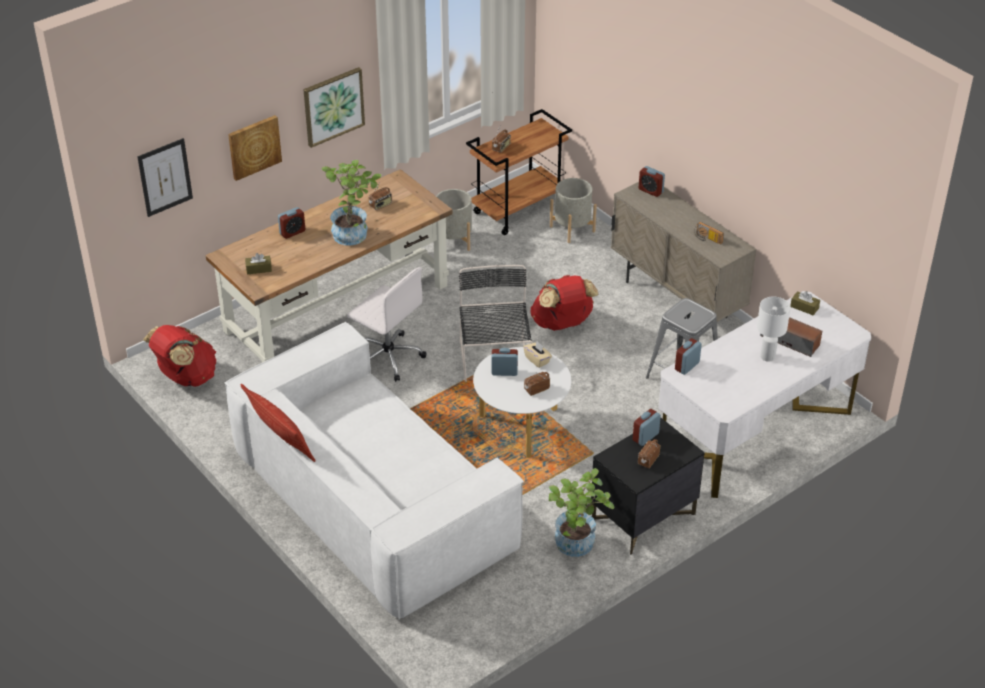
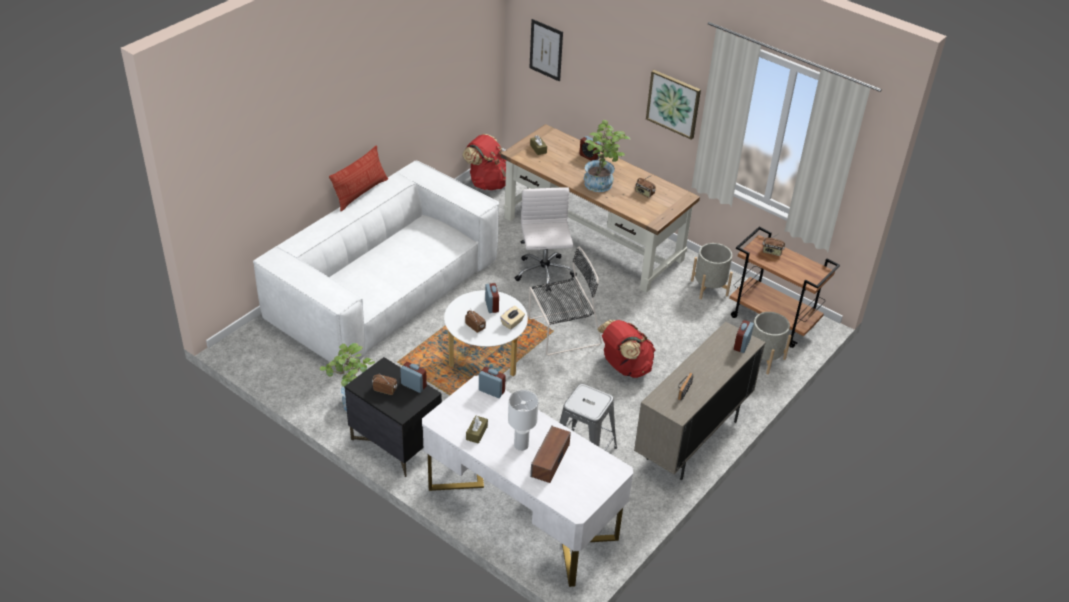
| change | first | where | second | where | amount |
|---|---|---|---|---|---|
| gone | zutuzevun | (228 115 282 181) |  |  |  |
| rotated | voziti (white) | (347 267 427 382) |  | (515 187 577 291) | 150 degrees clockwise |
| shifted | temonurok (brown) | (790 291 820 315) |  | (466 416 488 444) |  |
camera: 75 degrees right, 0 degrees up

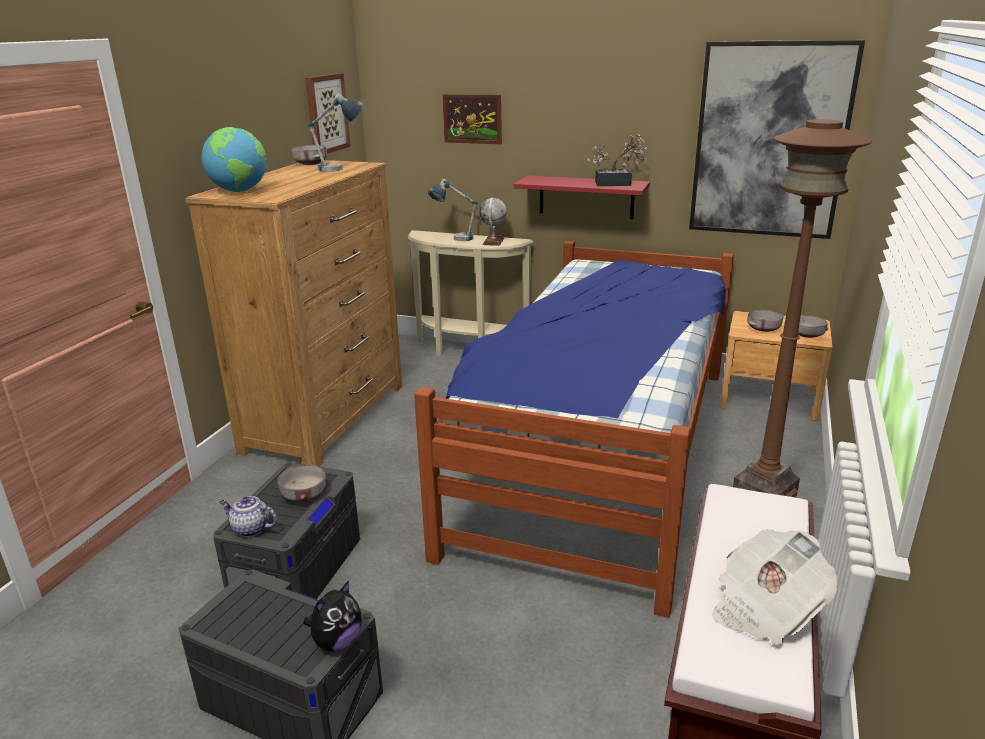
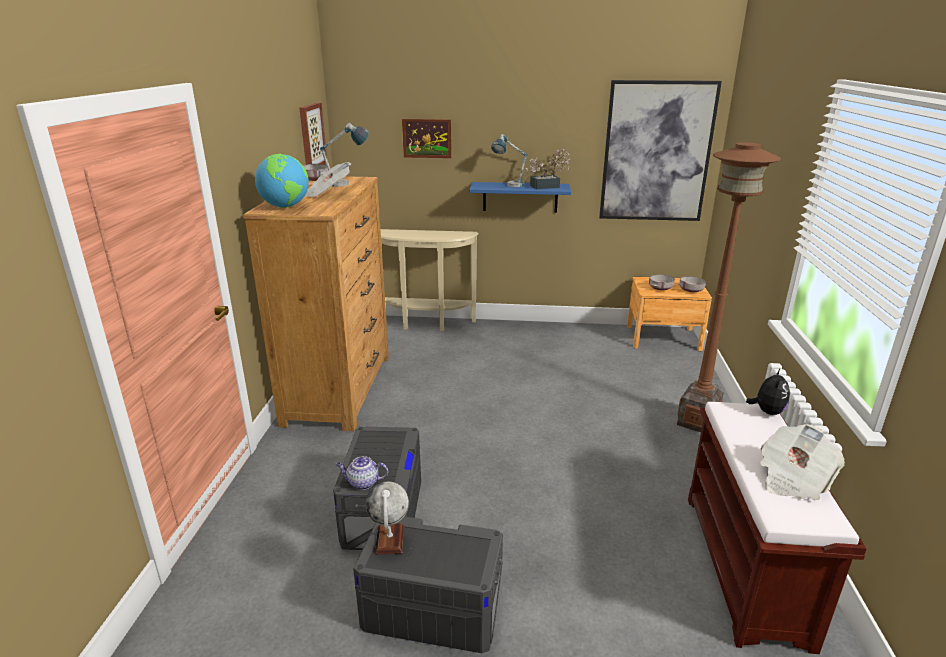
| change | first | where | second | where | amount |
|---|---|---|---|---|---|
| repainted | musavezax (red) | (514 175 650 219) | musavezax (blue) | (469 182 571 213) |  |
| shifted | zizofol | (428 179 478 241) |  | (491 134 527 187) |  |
| shifted | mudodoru | (479 198 507 246) |  | (366 482 409 555) |  |
| gone | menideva | (414 241 734 618) |  |  |  |
| gone | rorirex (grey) | (278 465 326 502) |  |  |  |
| shifted | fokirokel | (303 581 362 651) |  | (746 369 790 415) |  |
| new |  |  | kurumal | (304 162 351 197) |  |
camera: 15 degrees left, 0 degrees up

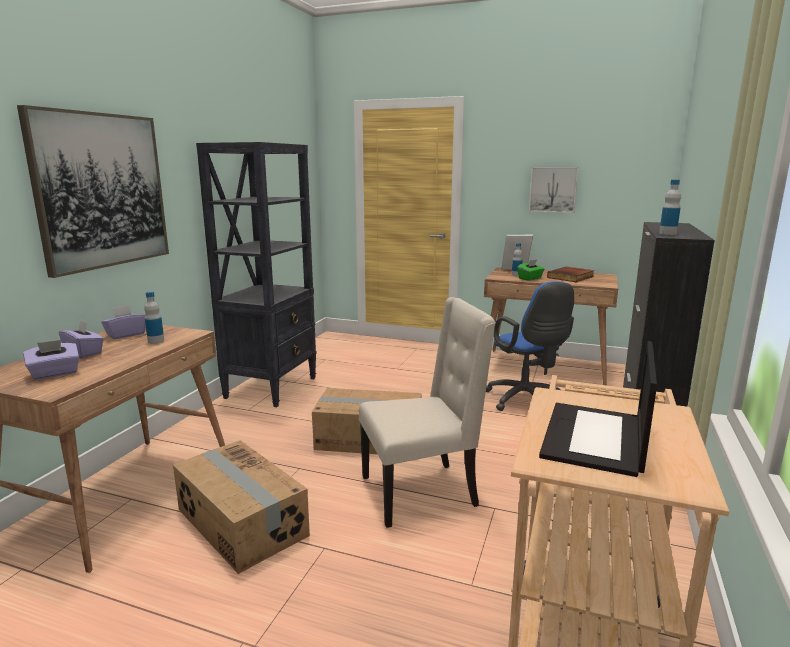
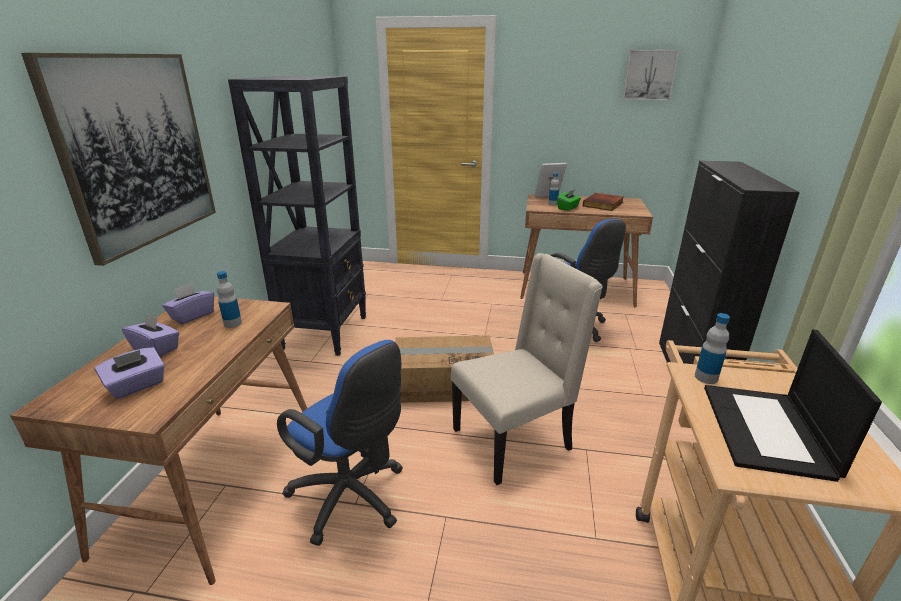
| change | first | where | second | where | amount |
|---|---|---|---|---|---|
| shifted | zutuzevun | (529 167 578 213) |  | (622 50 679 100) |  |
| shifted | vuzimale | (659 180 681 235) |  | (695 313 730 384) |  |
| swapped | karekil | (173 440 310 574) | voziti (blue) | (277 340 403 546) |  |
camera: 10 degrees left, 10 degrees up

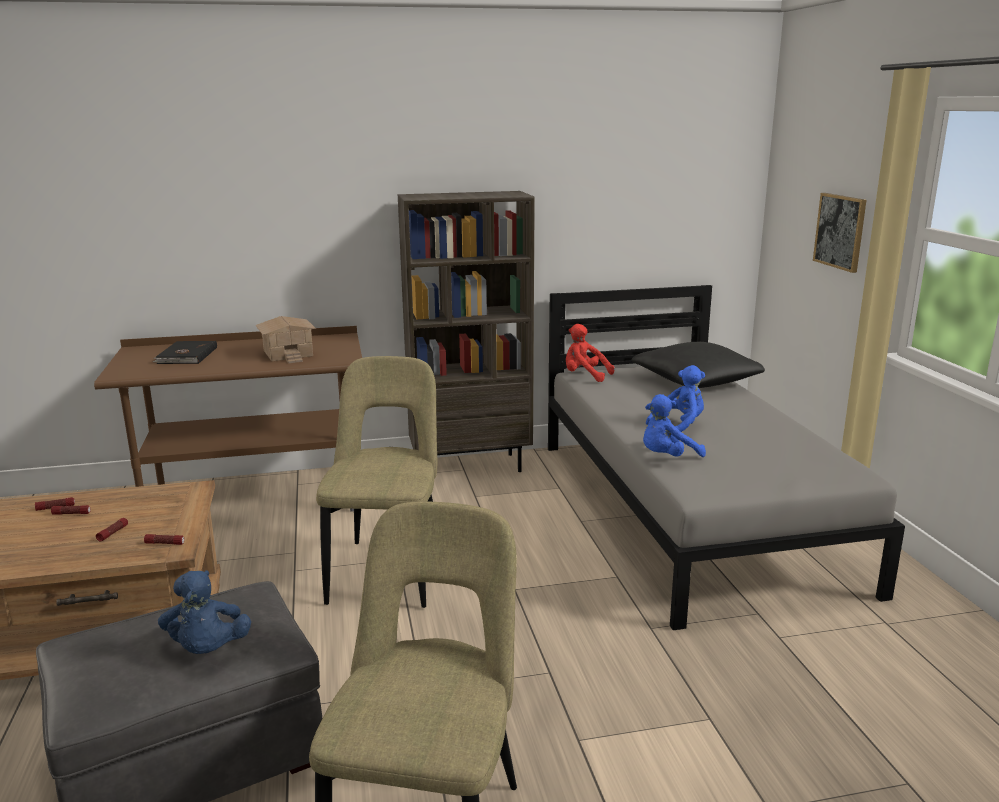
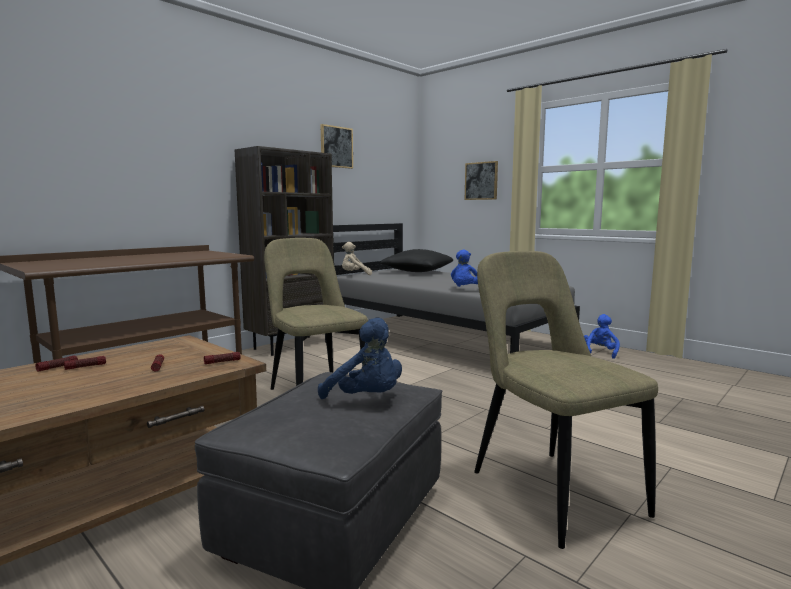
| change | first | where | second | where | amount |
|---|---|---|---|---|---|
| gone | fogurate | (256 316 316 363) |  |  |  |
| repainted | fokirokel (red) | (566 324 614 382) | fokirokel (beige) | (342 242 372 275) |  |
| gone | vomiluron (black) | (153 341 217 364) |  |  |  |
| shifted | fokirokel (blue) | (646 365 705 432) |  | (584 314 620 359) |  |
| new |  |  | zutuzevun | (320 124 353 169) |  |
camera: 35 degrees left, 10 degrees down

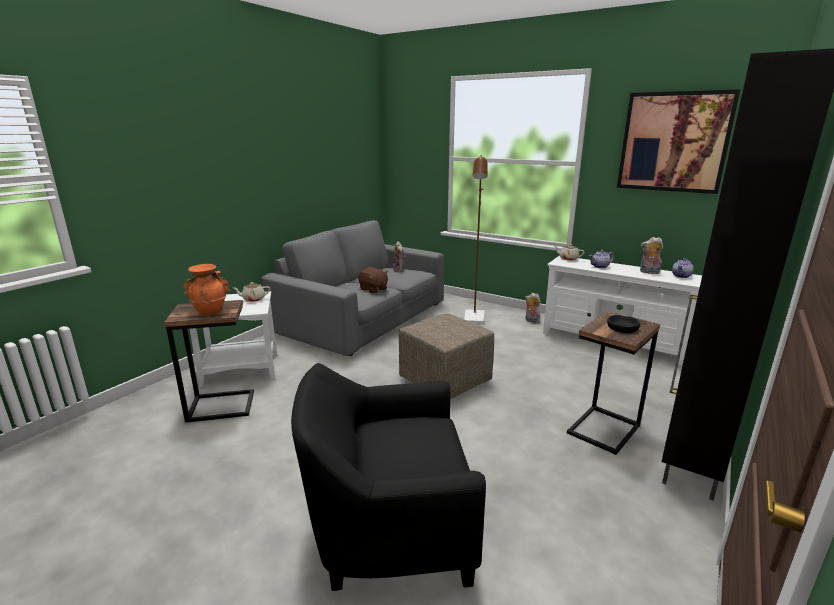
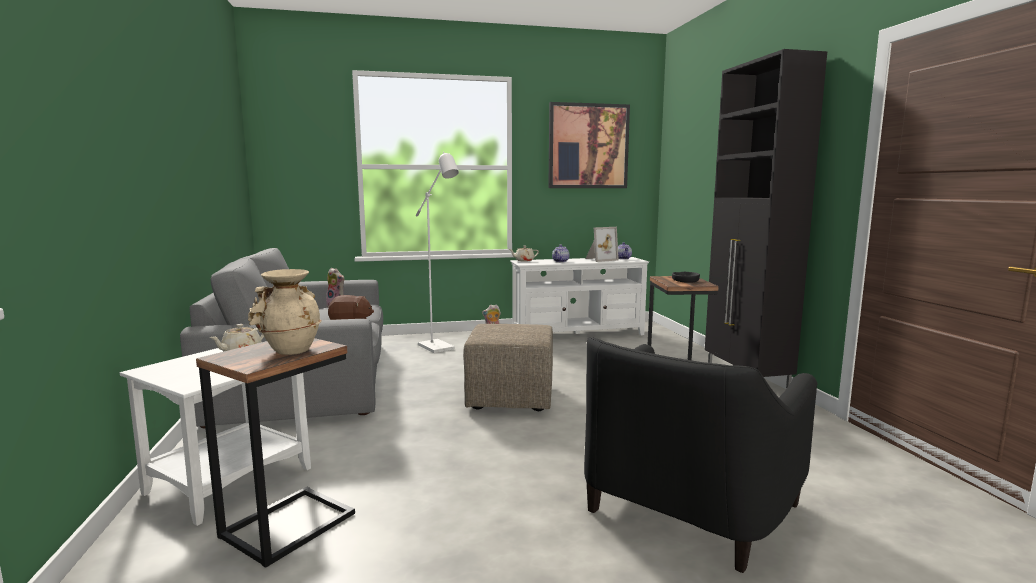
| change | first | where | second | where | amount |
|---|---|---|---|---|---|
| repainted | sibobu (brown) | (464 155 488 324) | sibobu (white) | (416 152 459 353) |  |
| swapped | fokirokel | (640 237 663 274) | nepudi | (585 227 619 262) |  |
| repainted | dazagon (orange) | (183 264 230 316) | dazagon (beige) | (248 269 322 355) |  |
camera: 45 degrees left, 10 degrees down

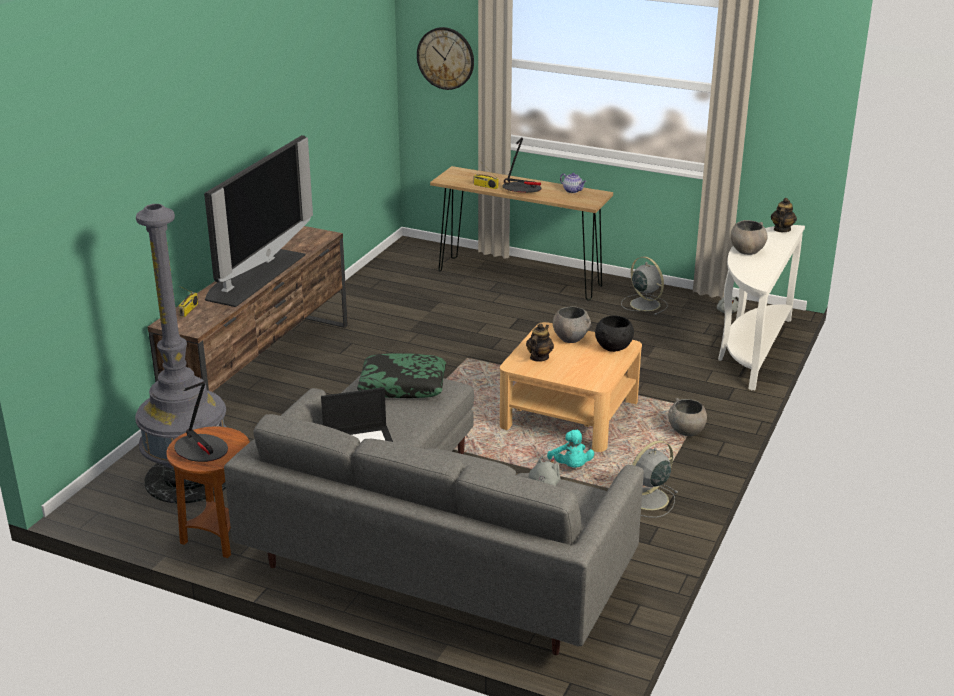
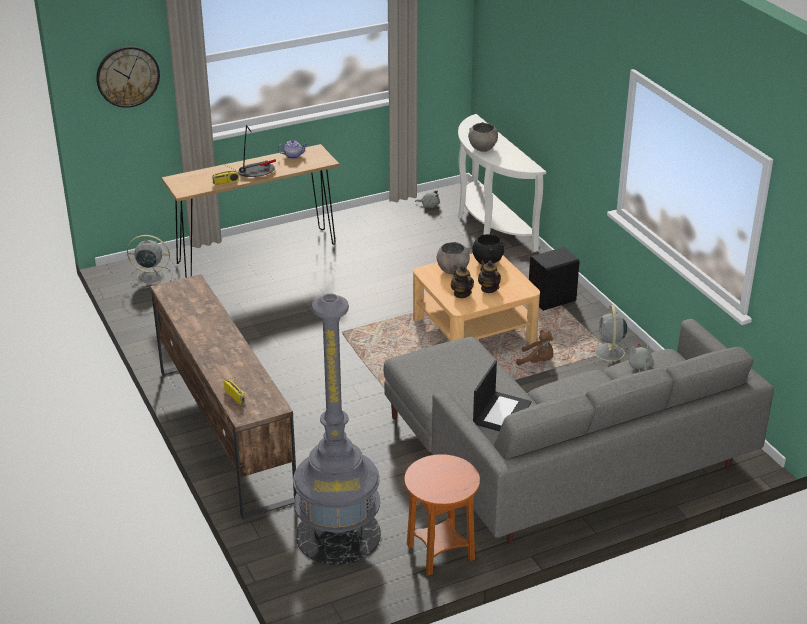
| change | first | where | second | where | amount |
|---|---|---|---|---|---|
| gone | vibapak | (204 135 313 307) |  |  |  |
| shifted | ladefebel | (771 198 797 232) |  | (478 260 501 293) |  |
| shifted | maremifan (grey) | (621 257 668 315) |  | (127 235 172 288) |  |
| gone | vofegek | (357 353 446 398) |  |  |  |
| gone | zizofol | (174 381 228 462) |  |  |  |
| swapped | rorirex (grey) | (668 398 707 436) | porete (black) | (529 247 580 311) |  |
| repainted | fokirokel (turquoise) | (547 429 594 468) | fokirokel (brown) | (516 330 554 365) |  |
camera: 50 degrees left, 5 degrees up

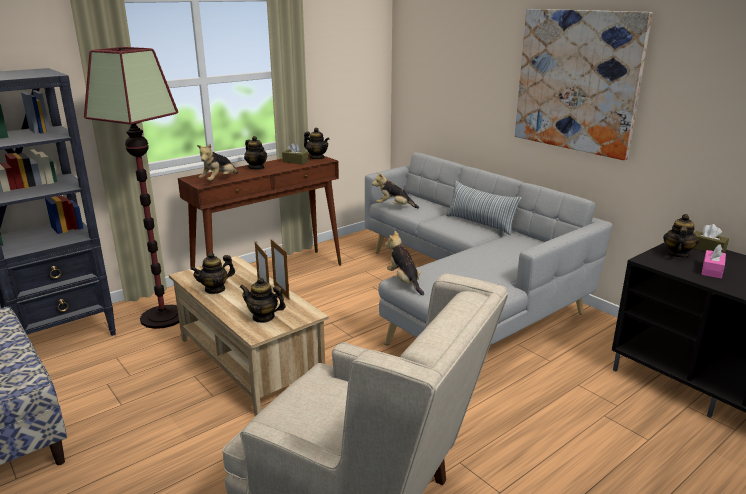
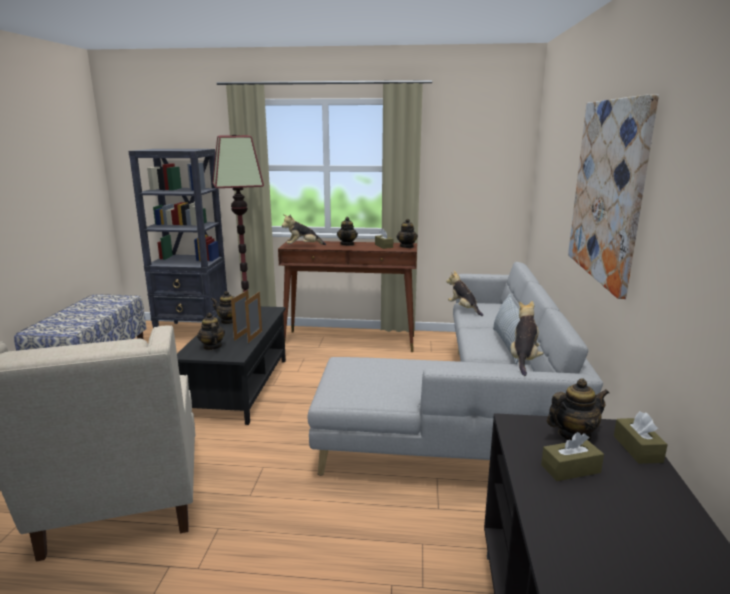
| change | first | where | second | where | amount |
|---|---|---|---|---|---|
| shifted | fokirokel | (385 231 424 295) |  | (510 301 544 376) |  |
| repainted | temonurok (pink) | (701 245 726 278) | temonurok (brown) | (541 432 604 481) |  |
| repainted | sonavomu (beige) | (169 256 329 415) | sonavomu (black) | (177 306 286 425) |  |
camera: 45 degrees right, 5 degrees down

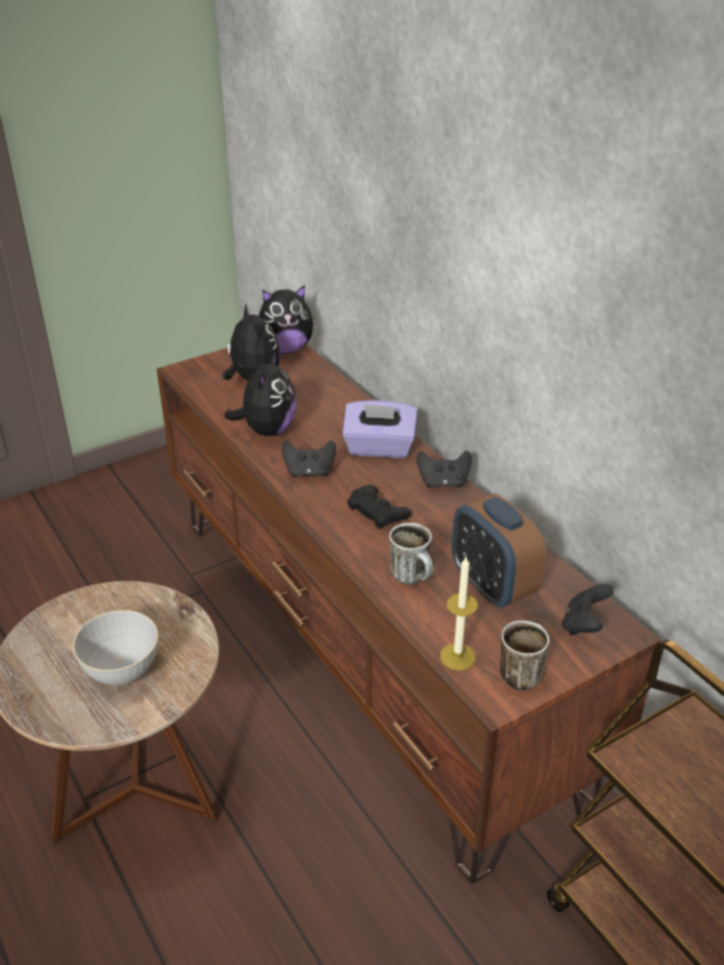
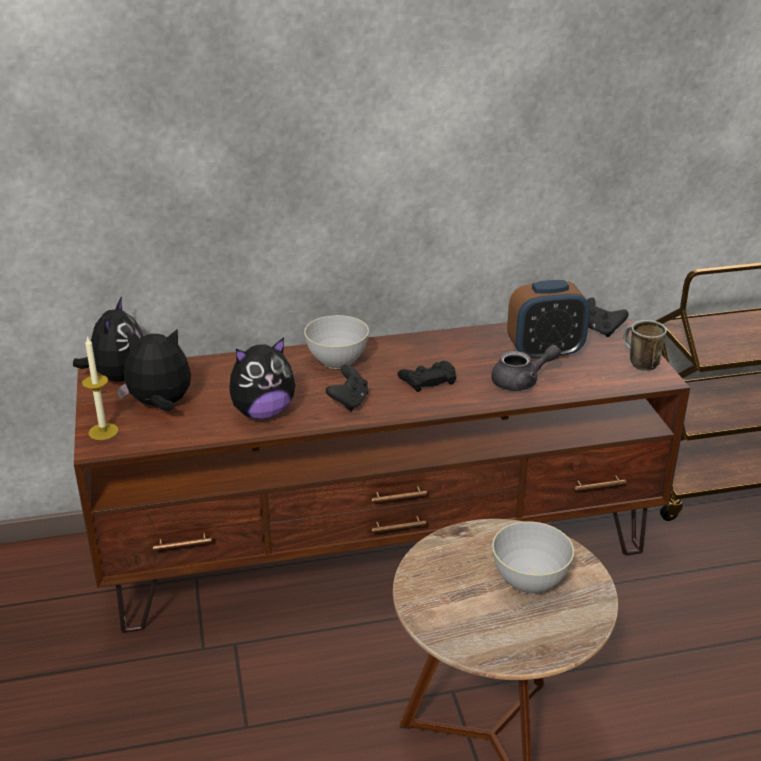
| change | first | where | second | where | amount |
|---|---|---|---|---|---|
| rotated | fokirokel | (224 350 297 436) |  | (229 338 295 419) | 120 degrees clockwise |
| swapped | temonurok (purple) | (342 400 418 458) | rorirex (grey) | (304 315 369 369) |  |
| gone | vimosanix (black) | (417 451 472 488) |  |  |  |
| swapped | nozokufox | (389 523 433 584) | ladefebel (grey) | (491 345 561 391) |  |
| shifted | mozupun | (440 557 478 670) |  | (82 336 118 440) |  |
camera: 70 degrees left, 5 degrees down

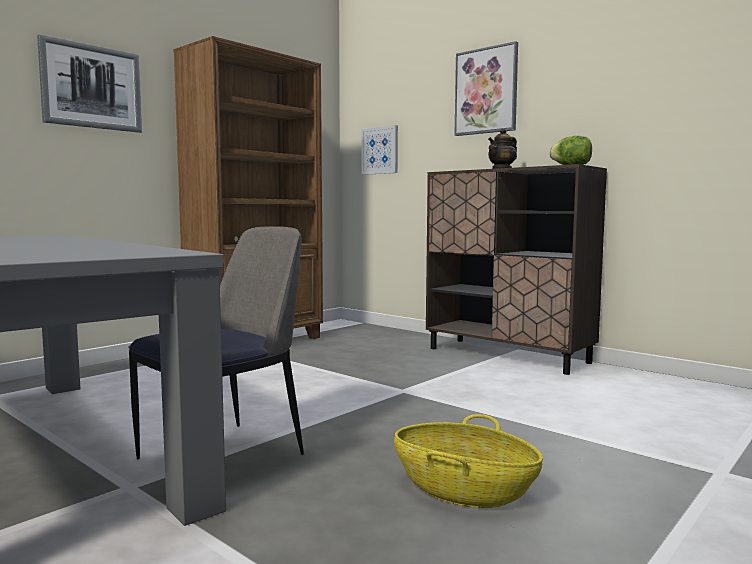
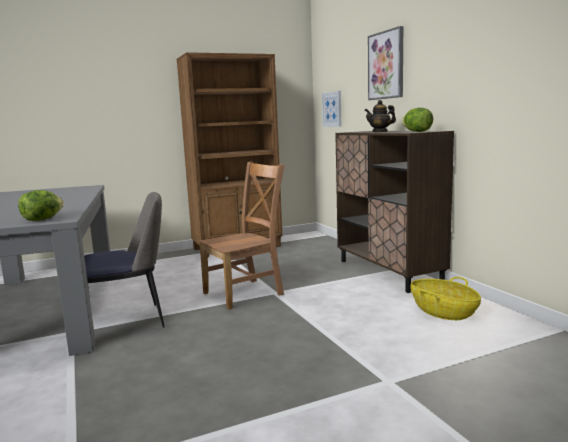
| change | first | where | second | where | amount |
|---|---|---|---|---|---|
| gone | zutuzevun | (37 34 142 133) |  |  |  |
| shifted | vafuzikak | (394 414 543 508) |  | (410 277 481 320) |  |
| new |  |  | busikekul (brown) | (198 162 285 310) |  |
| new |  |  | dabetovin | (18 190 64 221) |  |
camera: 25 degrees right, 5 degrees up

